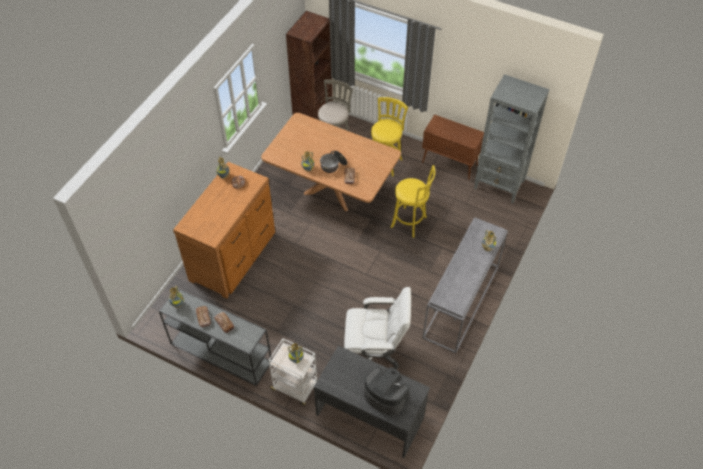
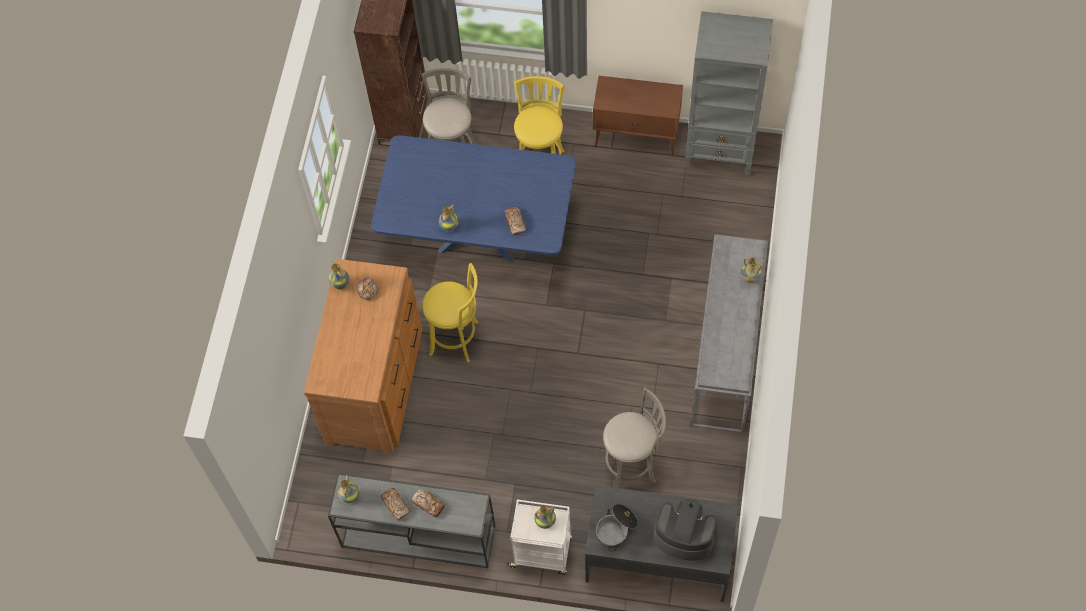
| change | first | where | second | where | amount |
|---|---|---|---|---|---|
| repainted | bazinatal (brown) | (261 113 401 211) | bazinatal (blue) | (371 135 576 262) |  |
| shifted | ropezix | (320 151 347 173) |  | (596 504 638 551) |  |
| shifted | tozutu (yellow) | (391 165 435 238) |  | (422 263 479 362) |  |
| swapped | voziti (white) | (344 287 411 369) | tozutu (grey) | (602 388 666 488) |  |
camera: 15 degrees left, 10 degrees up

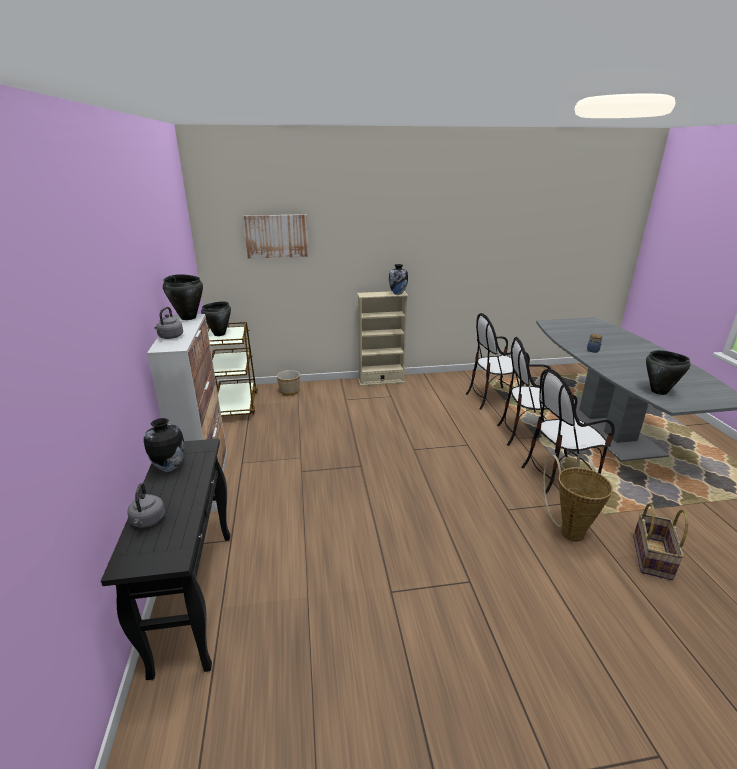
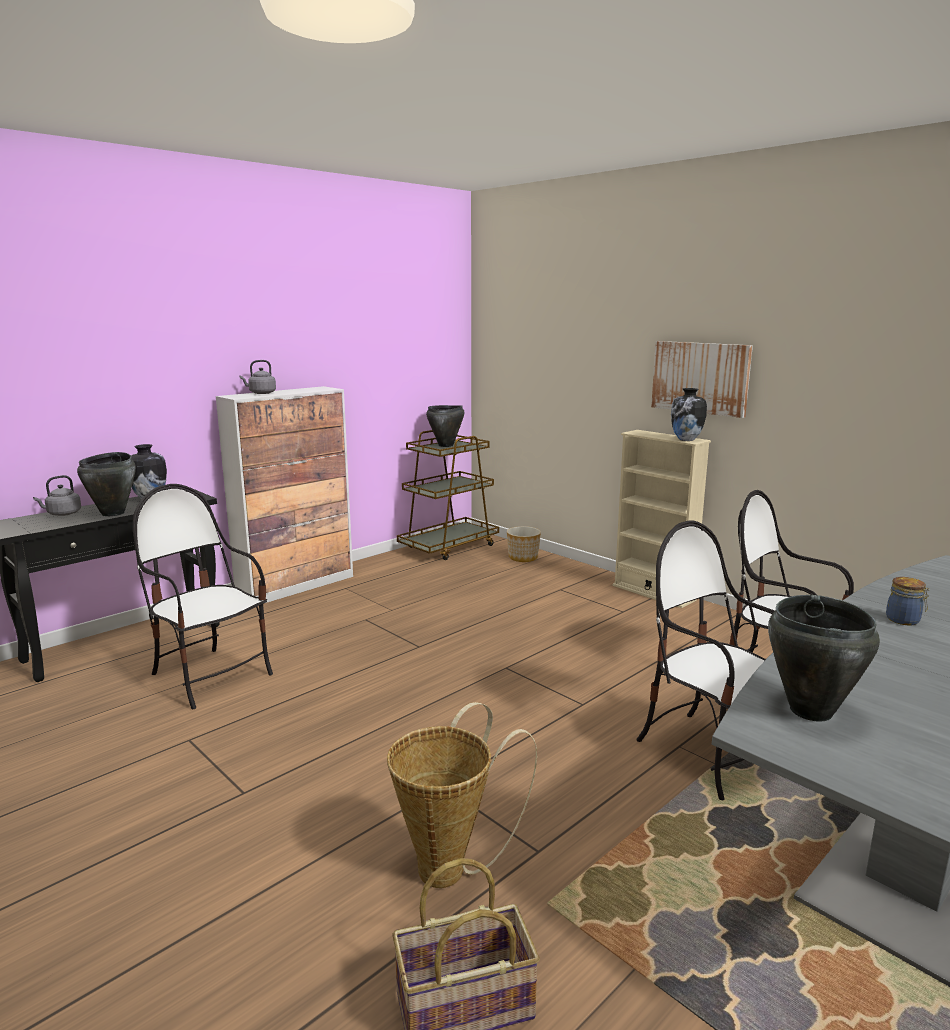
| change | first | where | second | where | amount |
|---|---|---|---|---|---|
| shifted | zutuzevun | (243 214 309 259) |  | (651 341 753 418) |  |
| shifted | ropezix (black) | (163 274 203 320) |  | (77 452 136 516) |  |
| shifted | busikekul | (521 369 615 494) |  | (133 484 273 709) |  |
camera: 55 degrees right, 10 degrees down

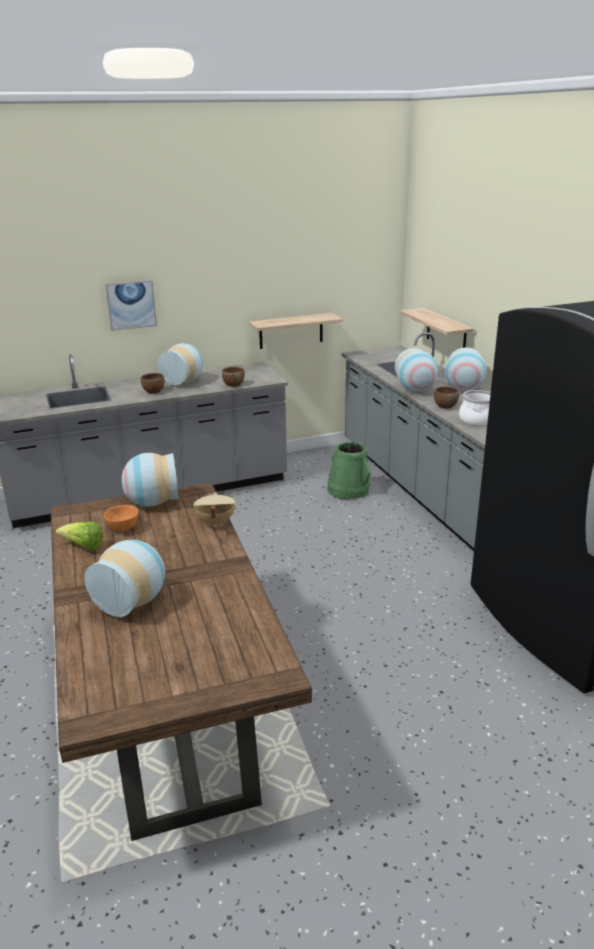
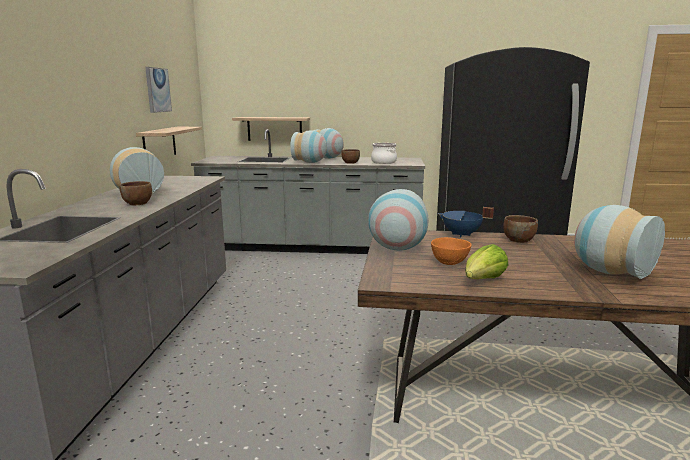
| change | first | where | second | where | amount |
|---|---|---|---|---|---|
| shifted | zutuzevun | (105 280 157 331) |  | (145 67 172 113) |  |
| shifted | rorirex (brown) | (222 367 245 387) |  | (503 215 538 243) |  |
| gone | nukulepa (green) | (327 442 371 499) |  |  |  |
| repainted | ropezix (beige) | (193 492 235 528) | ropezix (blue) | (437 207 494 237) |  |
camera: 65 degrees left, 10 degrees down

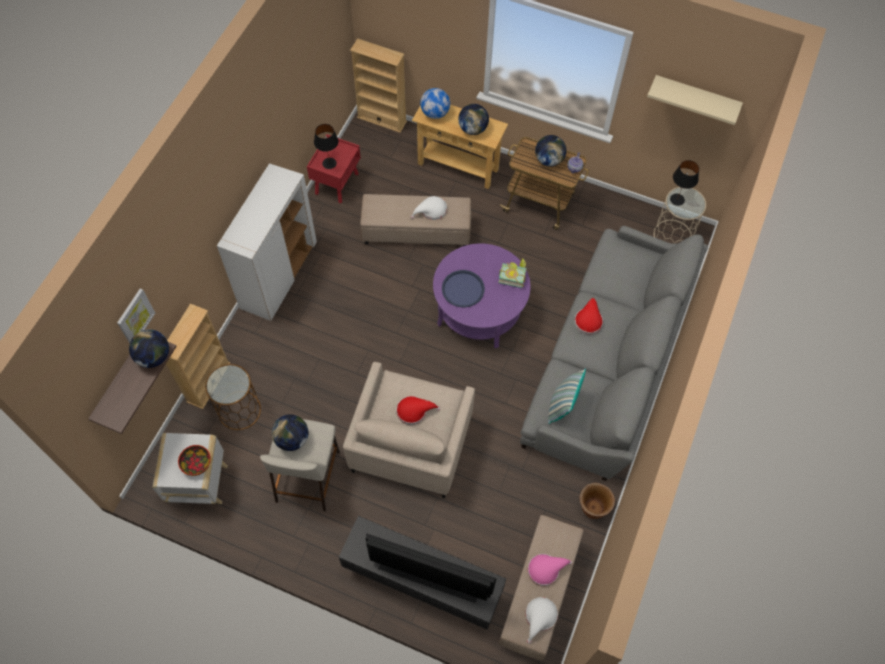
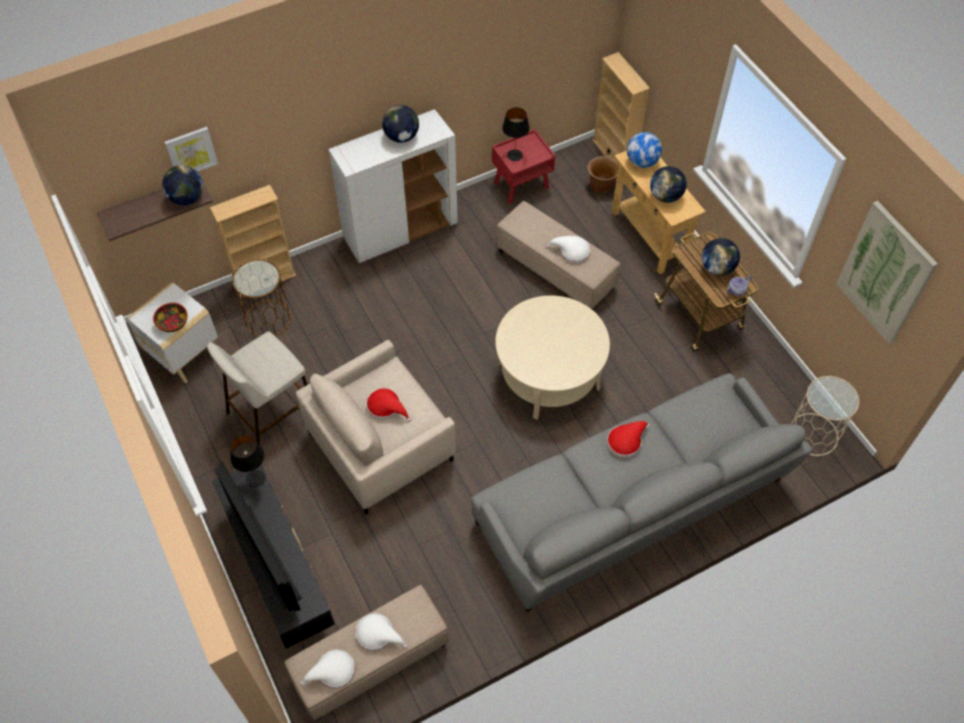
| change | first | where | second | where | amount |
|---|---|---|---|---|---|
| swapped | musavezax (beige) | (647 75 743 125) | zutuzevun | (836 201 938 344) |  |
| shifted | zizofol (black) | (670 160 699 206) |  | (230 435 266 487) |  |
| repainted | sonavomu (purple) | (433 243 531 348) | sonavomu (beige) | (495 295 610 419) |  |
| gone | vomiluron | (498 259 527 288) |  |  |  |
| gone | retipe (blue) | (442 270 485 307) |  |  |  |
| gone | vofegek | (548 368 586 424) |  |  |  |
| shifted | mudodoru | (272 414 309 451) |  | (382 105 419 143) |  |
| shifted | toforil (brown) | (579 483 615 519) |  | (587 156 619 193) |  |
| repainted | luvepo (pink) | (528 554 573 586) | luvepo (white) | (356 613 408 651) |  |
camera: 40 degrees right, 5 degrees down

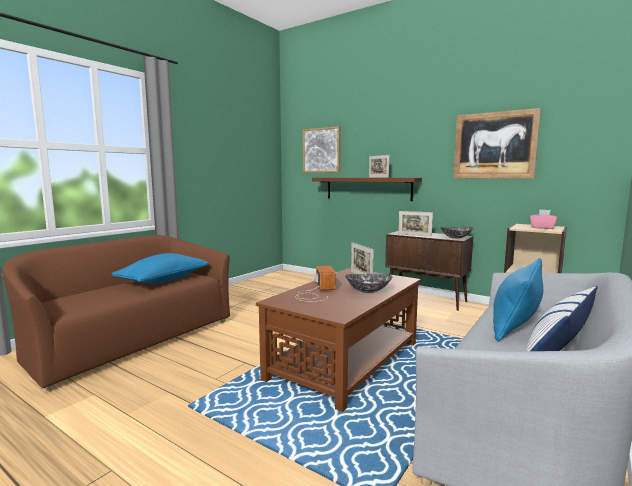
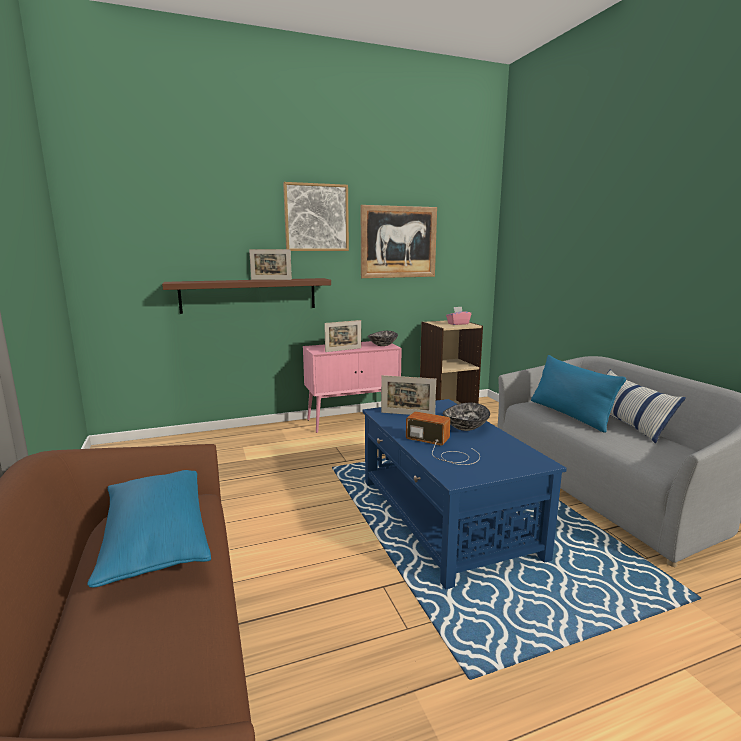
| change | first | where | second | where | amount |
|---|---|---|---|---|---|
| shifted | zutuzevun | (303 126 341 173) |  | (283 182 349 251) |  |
| repainted | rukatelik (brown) | (385 231 473 311) | rukatelik (pink) | (303 341 402 433) |  |
| repainted | sonavomu (brown) | (256 268 421 412) | sonavomu (blue) | (362 399 567 589) |  |
camera: 55 degrees left, 5 degrees up

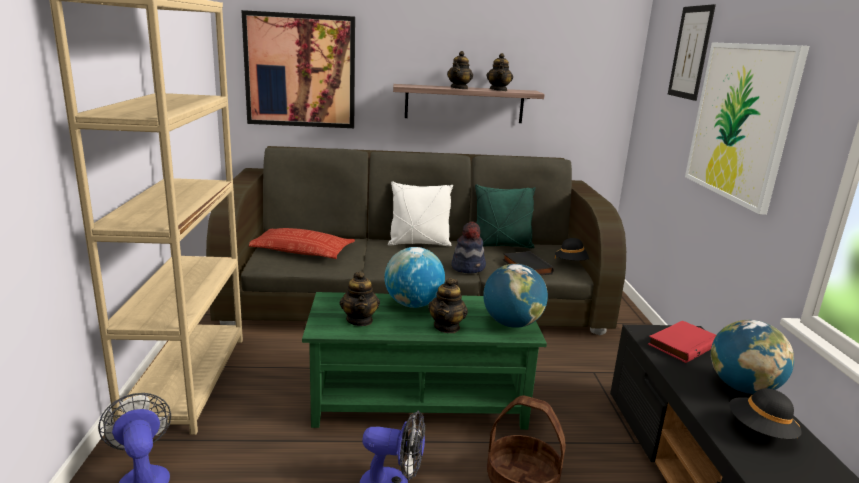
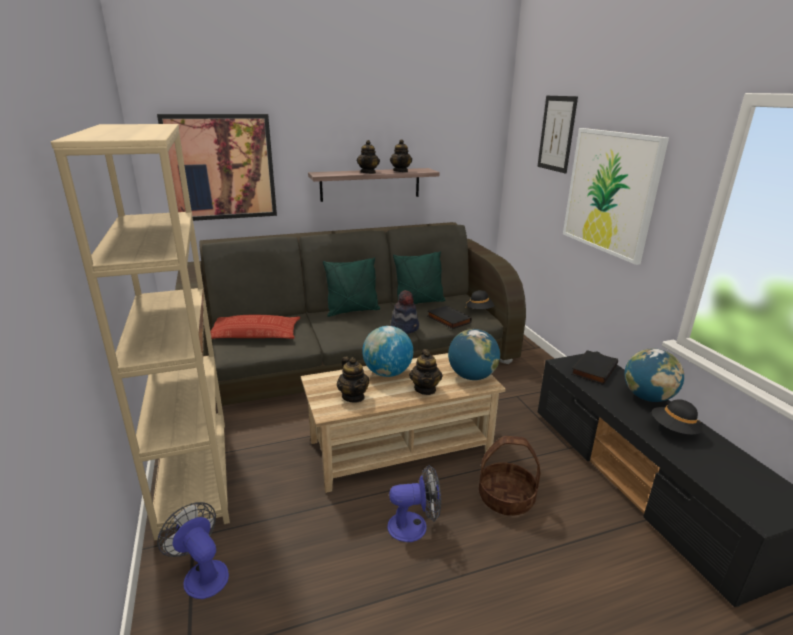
| change | first | where | second | where | amount |
|---|---|---|---|---|---|
| repainted | vofegek (white) | (388 181 453 246) | vofegek (green) | (323 257 380 317) |  |
| repainted | sonavomu (green) | (302 292 547 430) | sonavomu (beige) | (301 353 505 493) |  |
| repainted | vomiluron (red) | (648 321 716 363) | vomiluron (black) | (571 350 618 385) |  |
camera: 15 degrees left, 5 degrees up

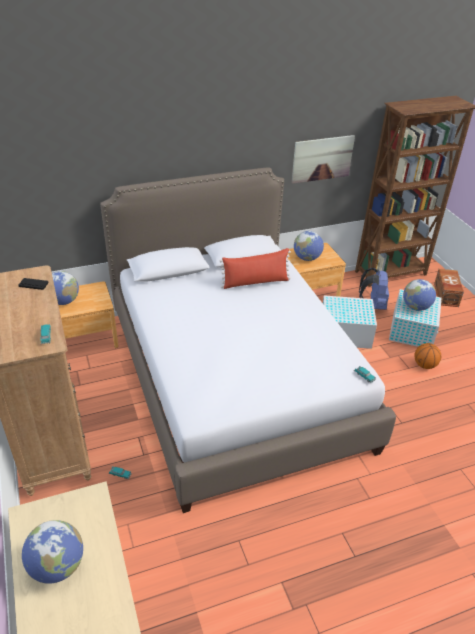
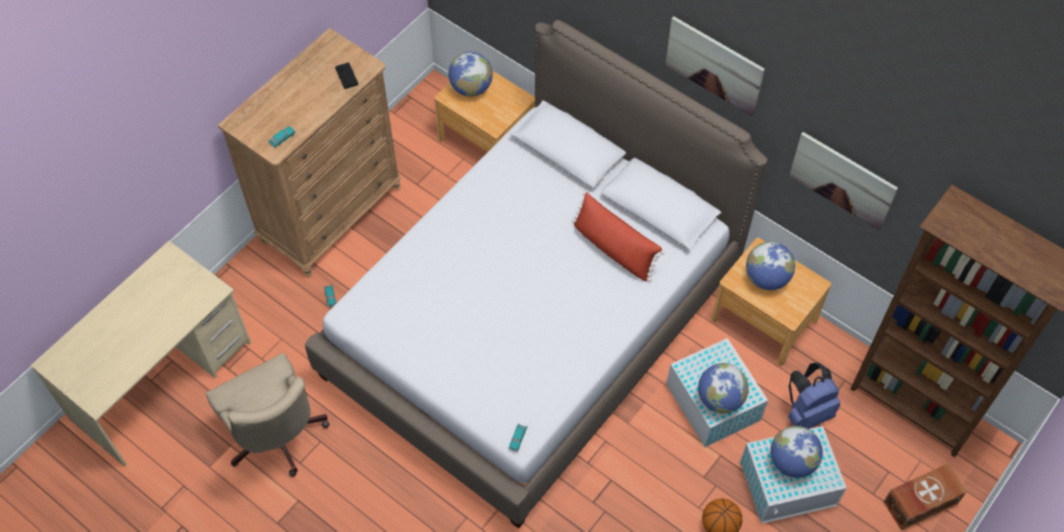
| change | first | where | second | where | amount |
|---|---|---|---|---|---|
| shifted | mudodoru | (22 520 83 584) |  | (698 363 749 413) |  |
| new |  |  | zutuzevun | (665 16 765 116) |  |
| new |  |  | voziti (beige) | (206 353 330 477) |  |
camera: 60 degrees right, 20 degrees up

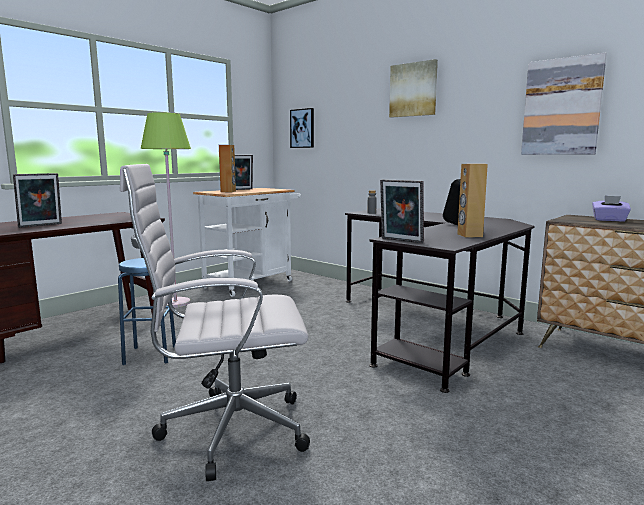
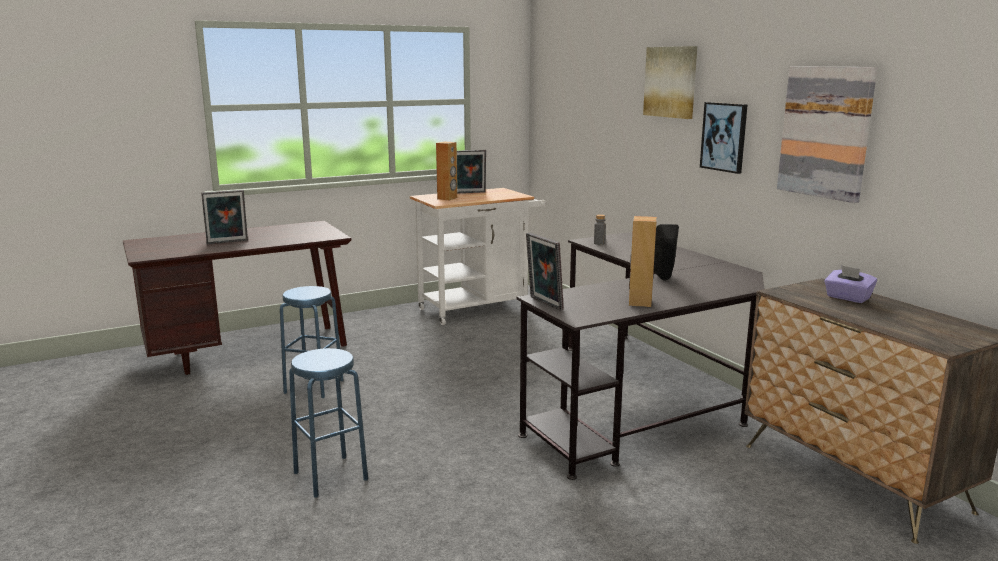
| change | first | where | second | where | amount |
|---|---|---|---|---|---|
| shifted | zutuzevun | (290 108 314 148) |  | (700 102 748 174) |  |
| gone | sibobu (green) | (141 112 191 308) |  |  |  |
| swapped | voziti (white) | (120 164 310 481) | tozutu (blue) | (289 348 368 498) |  |
camera: 20 degrees right, 5 degrees up

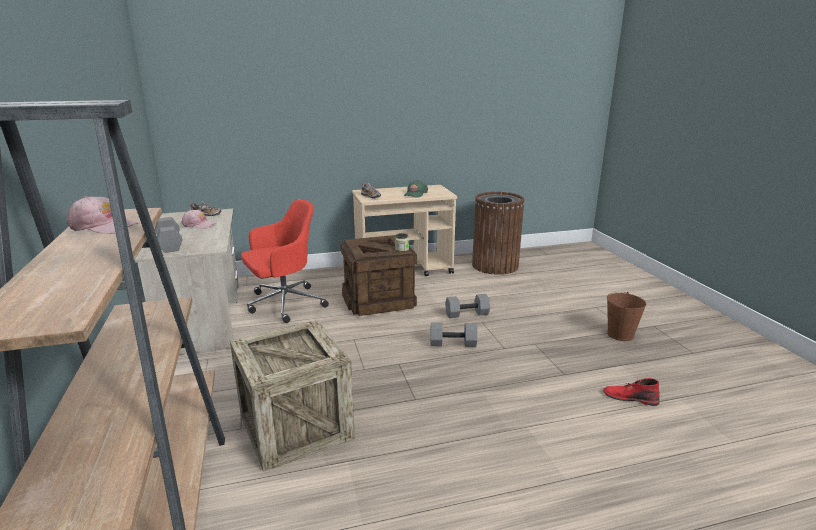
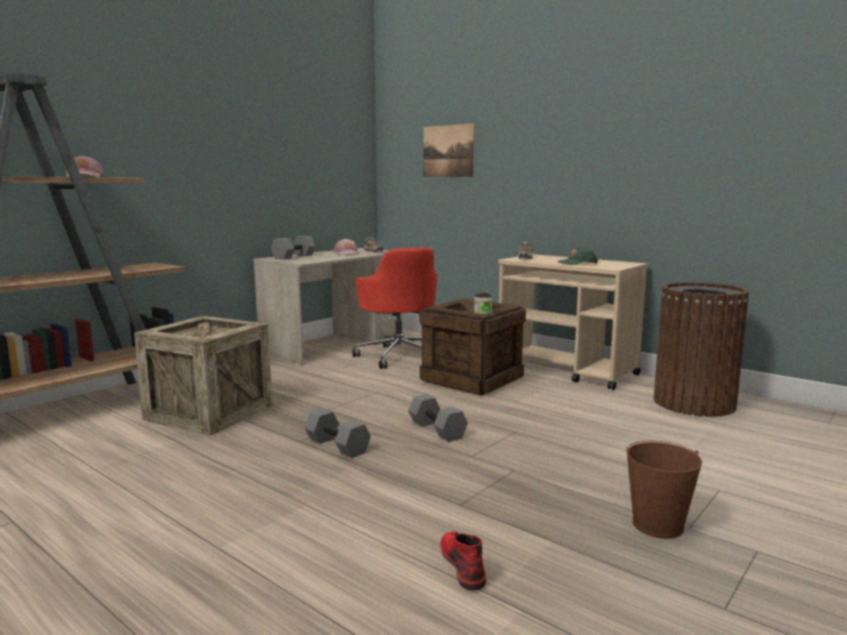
| change | first | where | second | where | amount |
|---|---|---|---|---|---|
| rotated | voziti (red) | (241 199 329 323) |  | (352 247 438 369) | 45 degrees clockwise |
| shifted | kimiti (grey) | (445 294 490 318) |  | (304 408 371 458) |  |
| new |  |  | zutuzevun | (424 123 474 177) |  |
camera: 55 degrees right, 10 degrees down

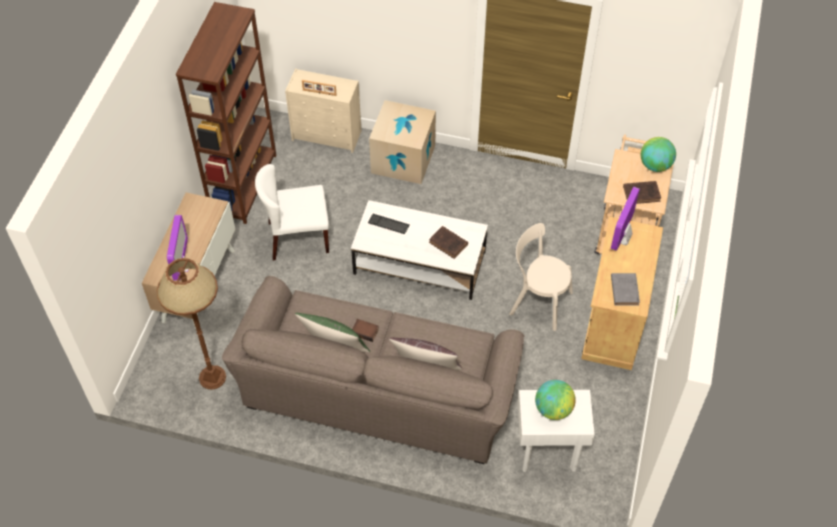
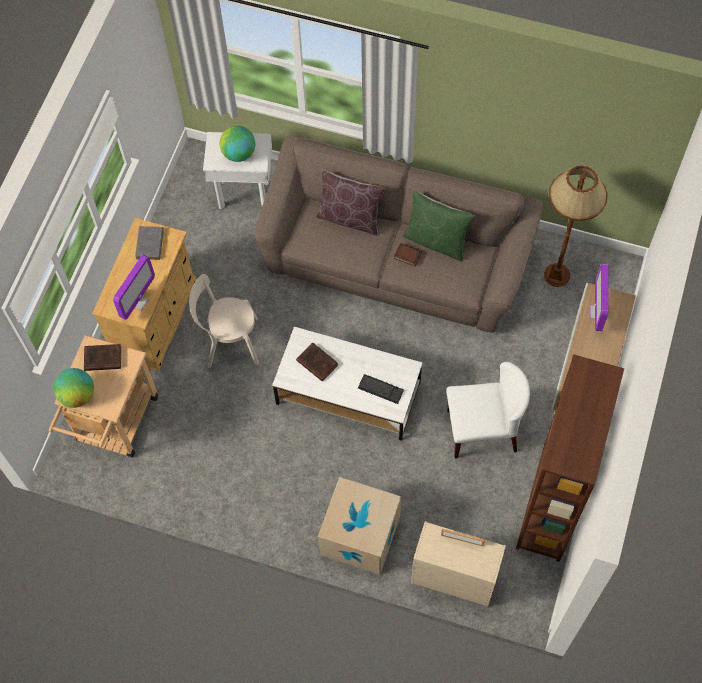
| change | first | where | second | where | amount |
|---|---|---|---|---|---|
| rotated | busikekul (beige) | (509 223 573 331) |  | (189 274 259 368) | 150 degrees clockwise |
camera: 175 degrees left, 10 degrees up

